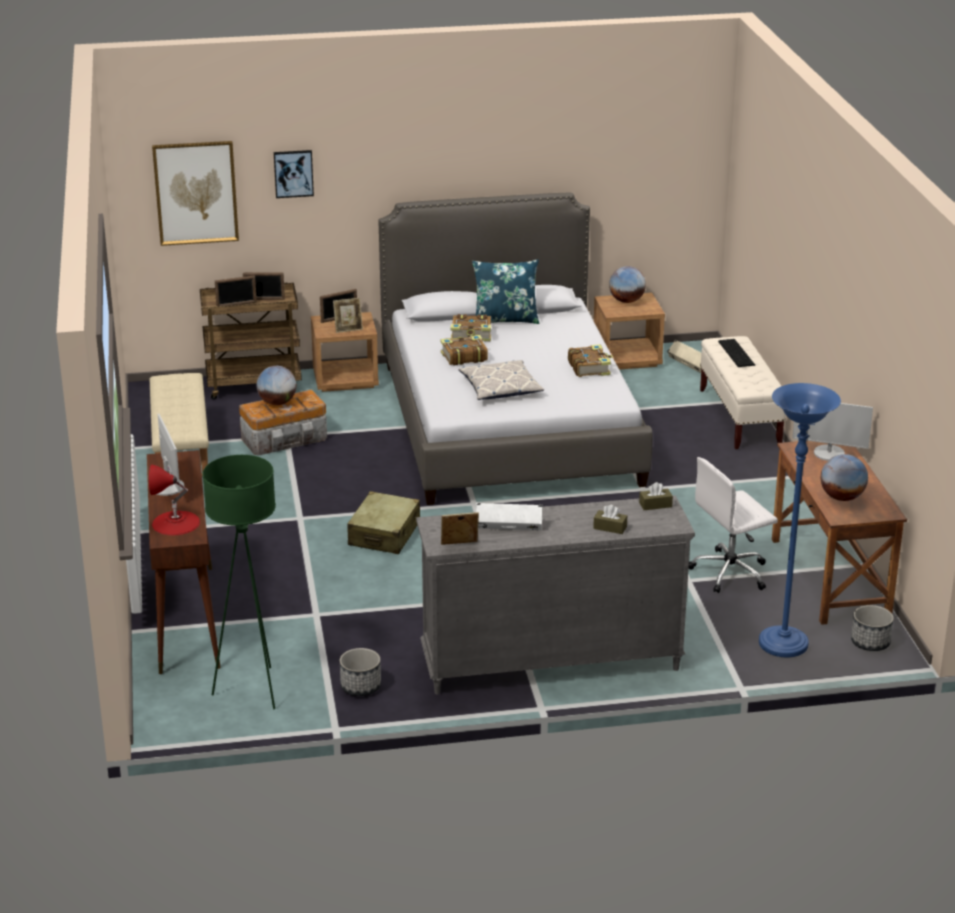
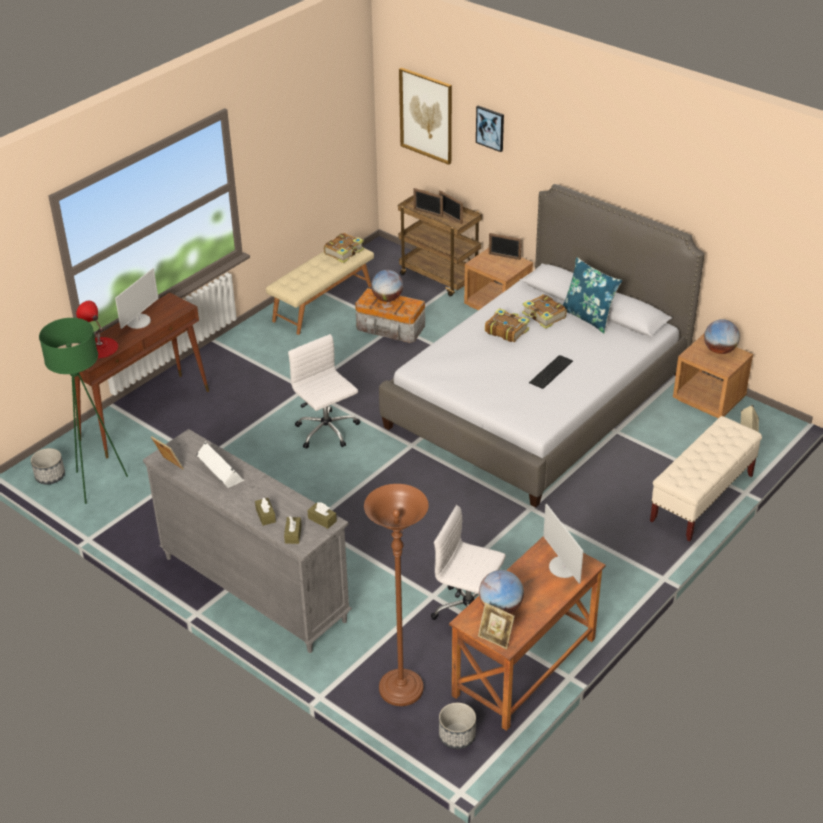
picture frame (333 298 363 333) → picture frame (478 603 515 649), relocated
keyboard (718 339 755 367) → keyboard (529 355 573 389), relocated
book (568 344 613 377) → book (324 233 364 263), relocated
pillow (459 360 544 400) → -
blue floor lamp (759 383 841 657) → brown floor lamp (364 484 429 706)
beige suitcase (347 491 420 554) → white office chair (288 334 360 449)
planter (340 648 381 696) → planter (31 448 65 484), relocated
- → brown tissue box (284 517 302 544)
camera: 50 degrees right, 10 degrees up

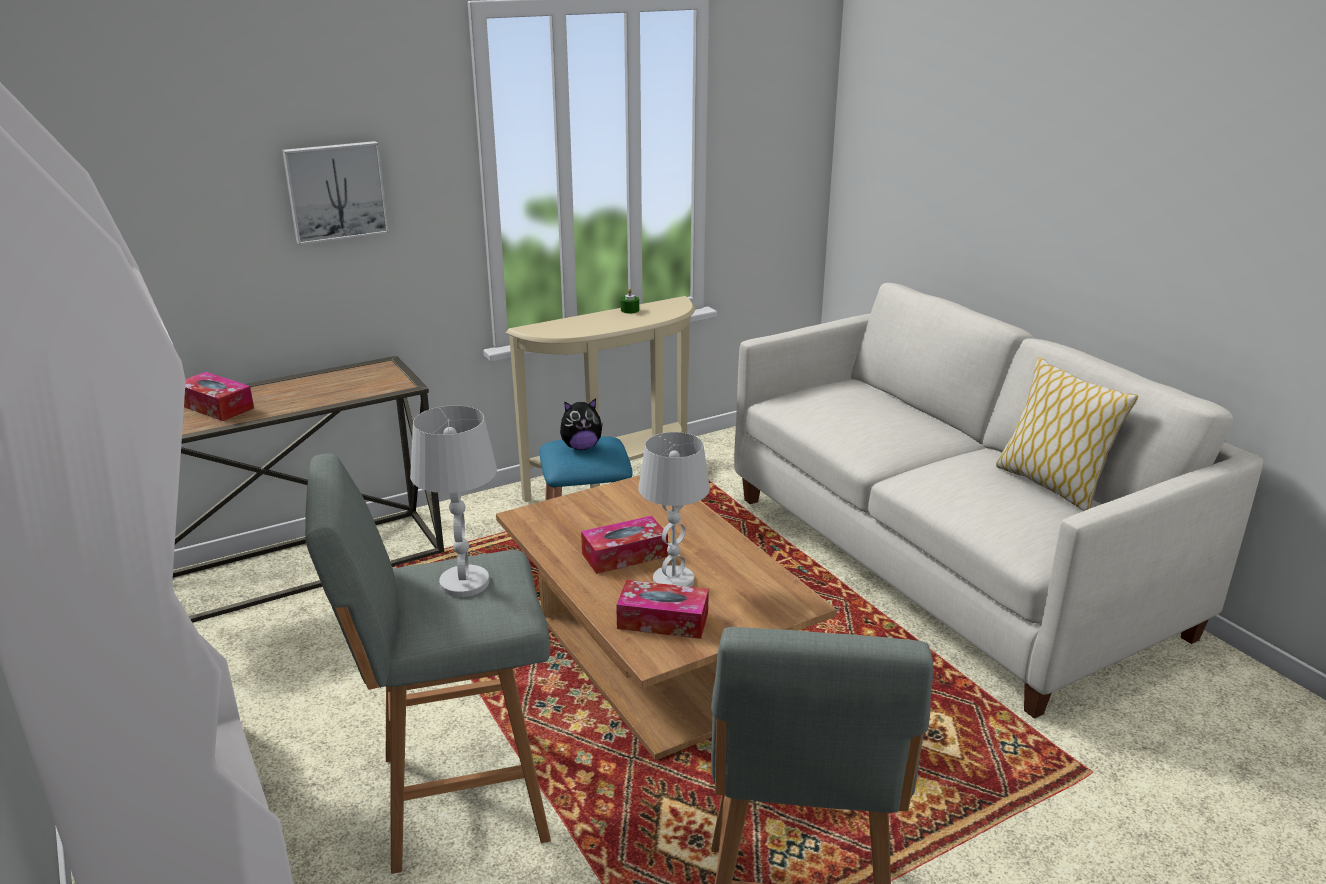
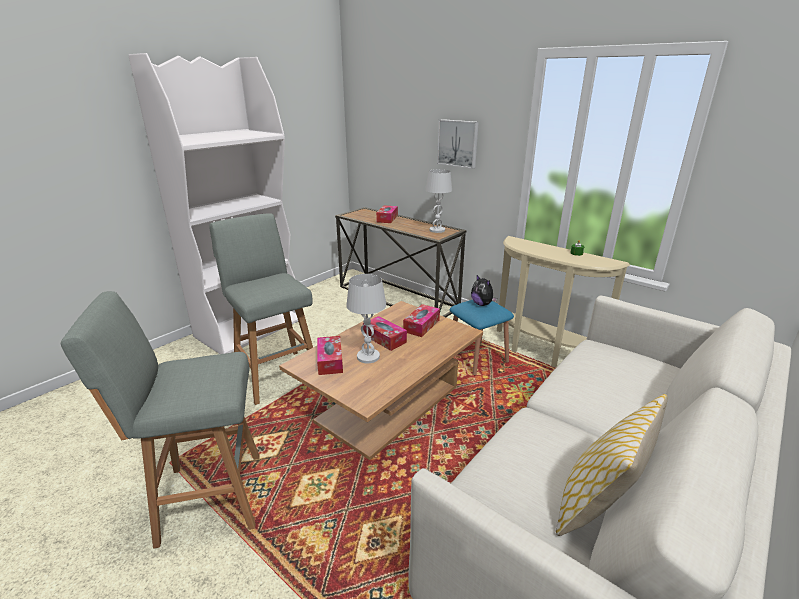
white table lamp (410 406 497 597) → white table lamp (425 169 452 233), relocated
- → tissue box (403 304 440 337)
camera: 70 degrees right, 0 degrees up

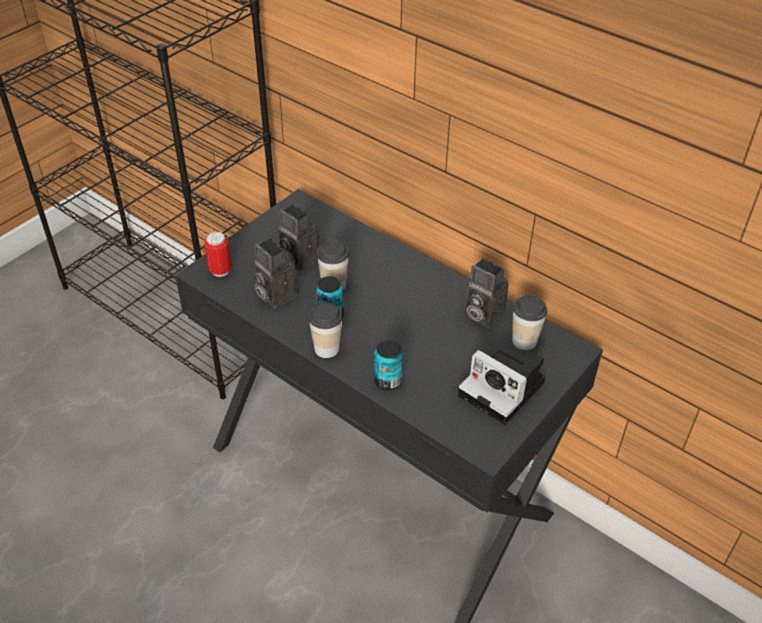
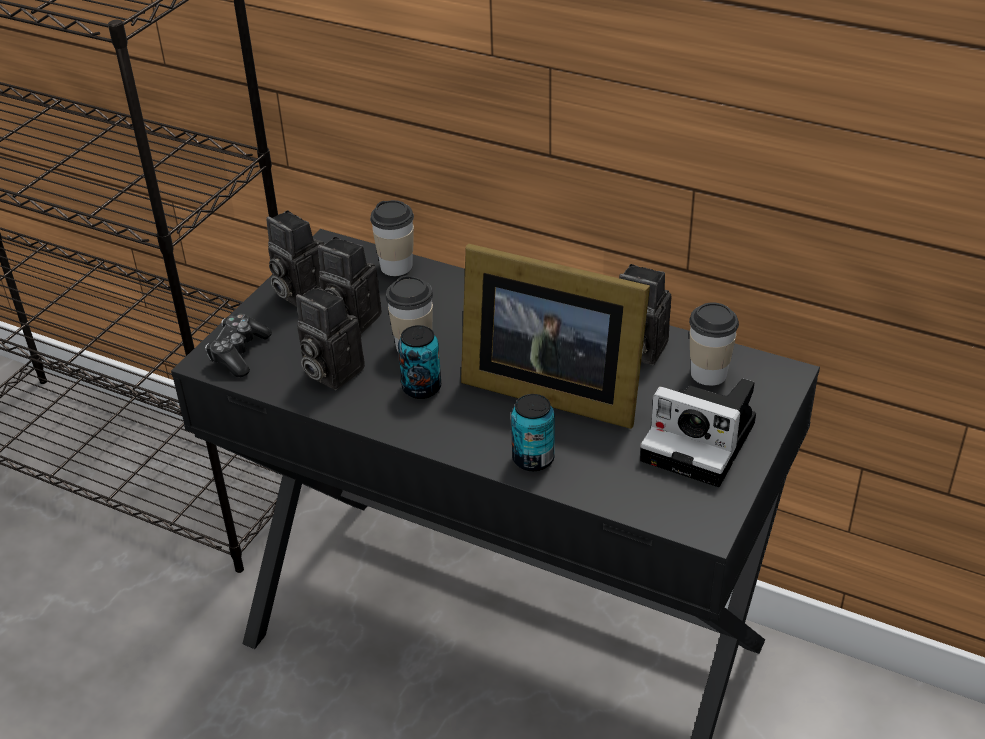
can (204 232 232 277) → game controller (205 313 272 377)
cup (308 302 343 358) → cup (370 200 414 276), relocated
- → photo camera (266 210 324 307)
- → picture frame (461 244 650 429)
camera: 10 degrees left, 5 degrees down

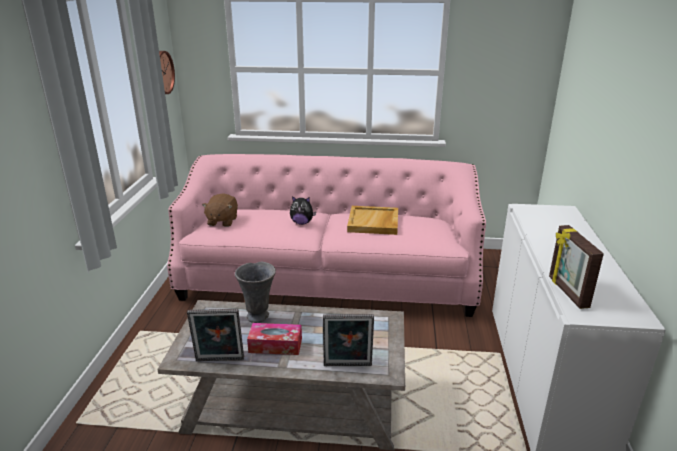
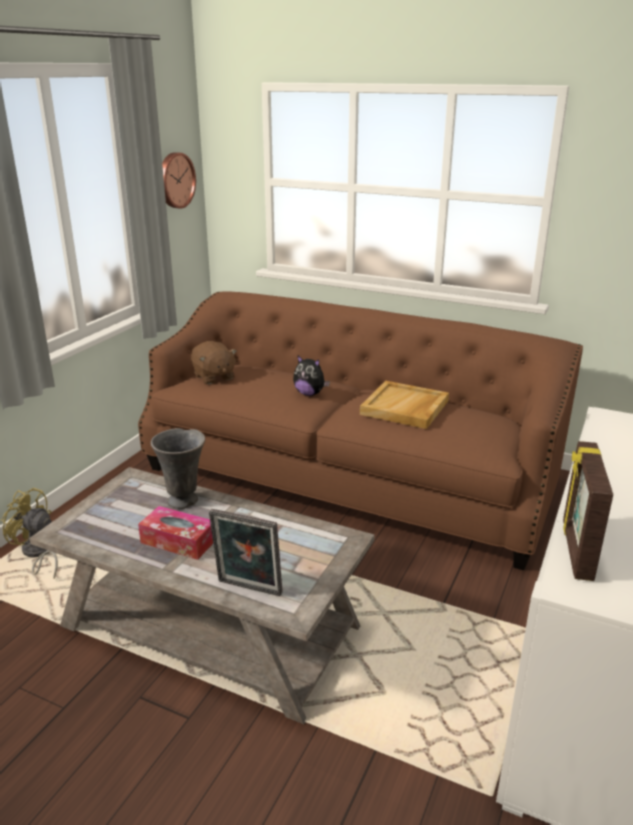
pink sofa (167 154 486 317) → brown sofa (138 291 583 570)
brown plush toy (202 193 238 227) → brown plush toy (191 341 237 385), 60 degrees counterclockwise
picture frame (187 309 244 361) → -
- → yellow fan (1 488 58 579)
camera: 20 degrees right, 0 degrees up

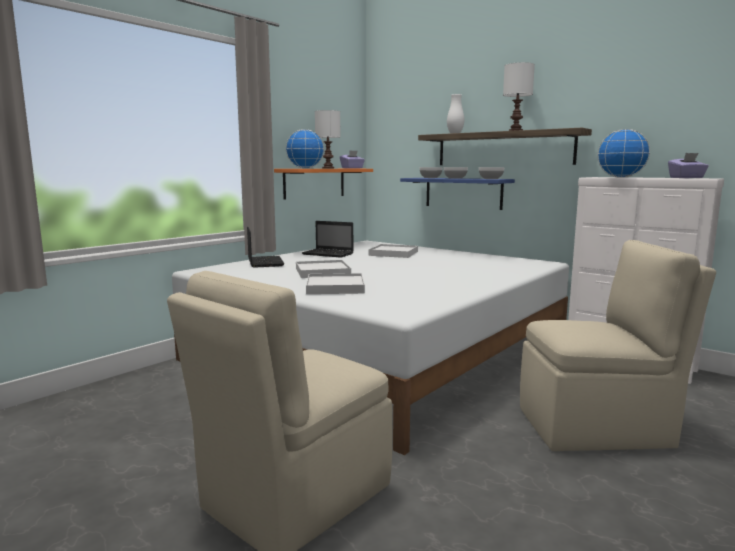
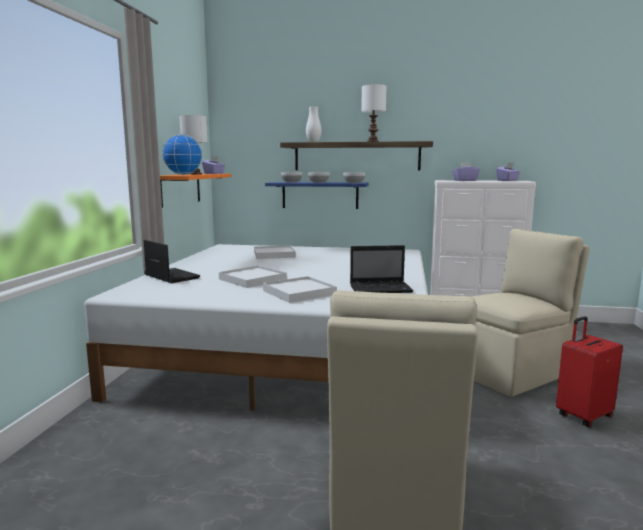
globe (597 129 650 178) → purple tissue box (452 163 480 181)
laptop (302 221 354 258) → laptop (350 245 414 293), relocated
- → red suitcase (556 316 623 428)
camera: 30 degrees left, 0 degrees up

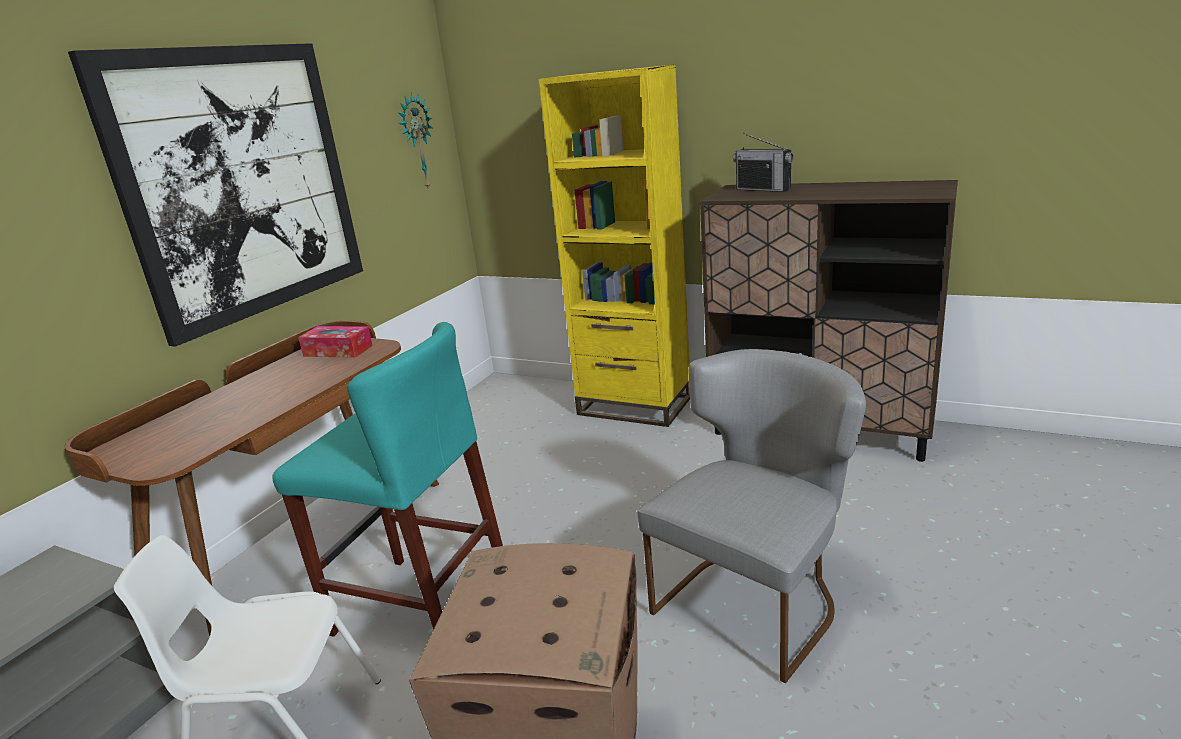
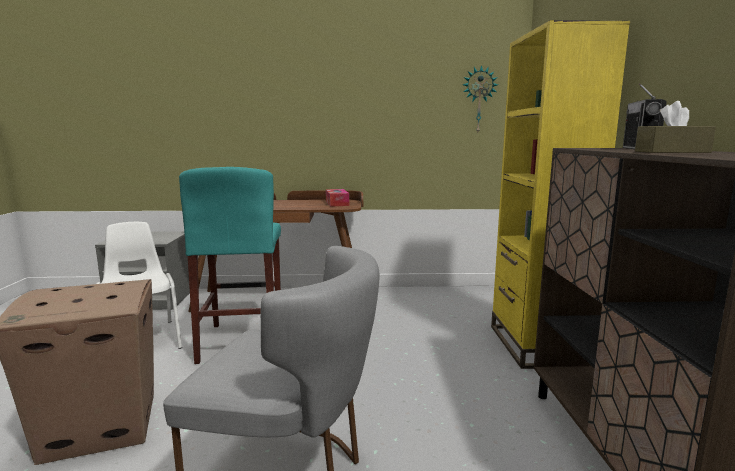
picture (68 43 363 347) → -
- → brown tissue box (635 101 716 153)
camera: 60 degrees right, 10 degrees down

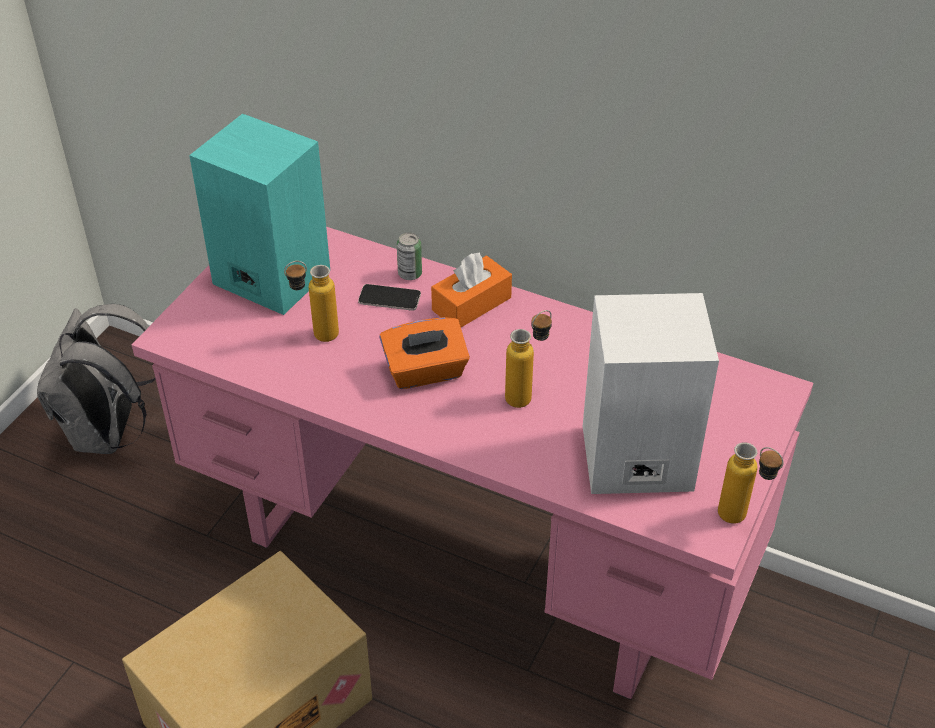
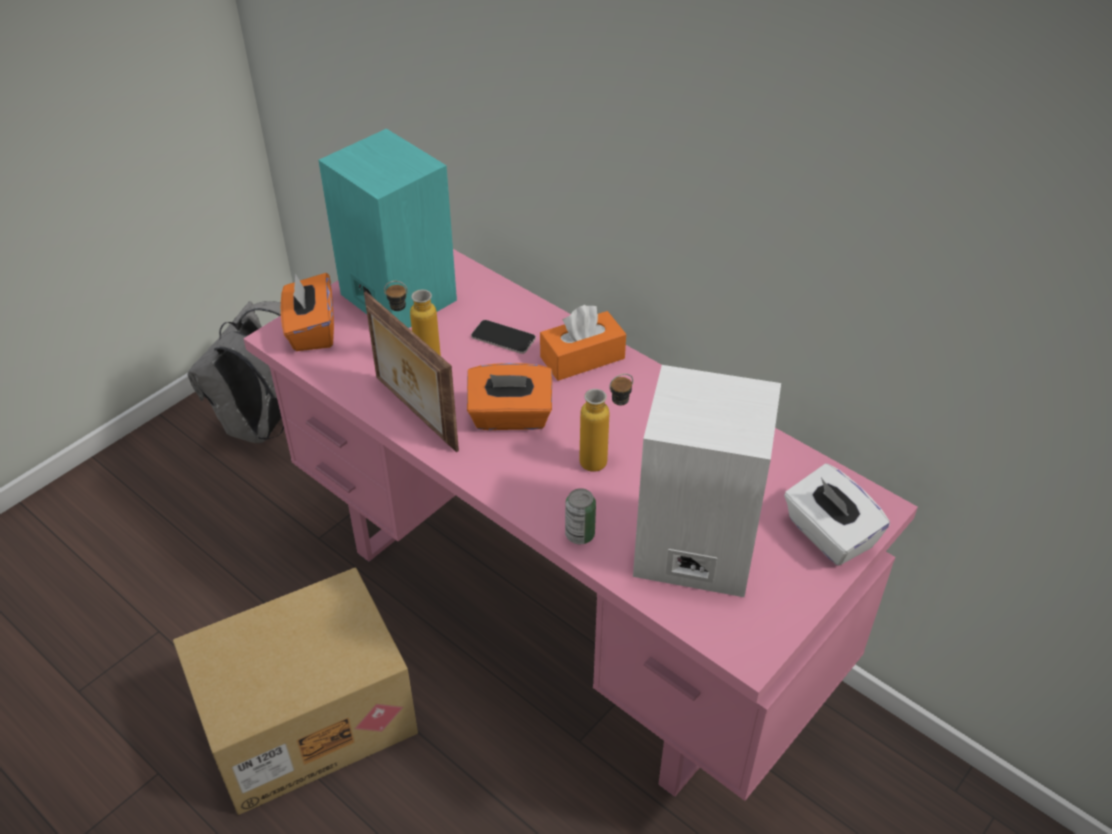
can (397 232 422 280) → can (565 488 596 544), relocated
bottle (718 442 784 524) → -
- → orange tissue box (281 273 334 351)
- → picture frame (364 291 459 452)
- → white tissue box (784 464 890 566)
camera: 15 degrees right, 0 degrees up

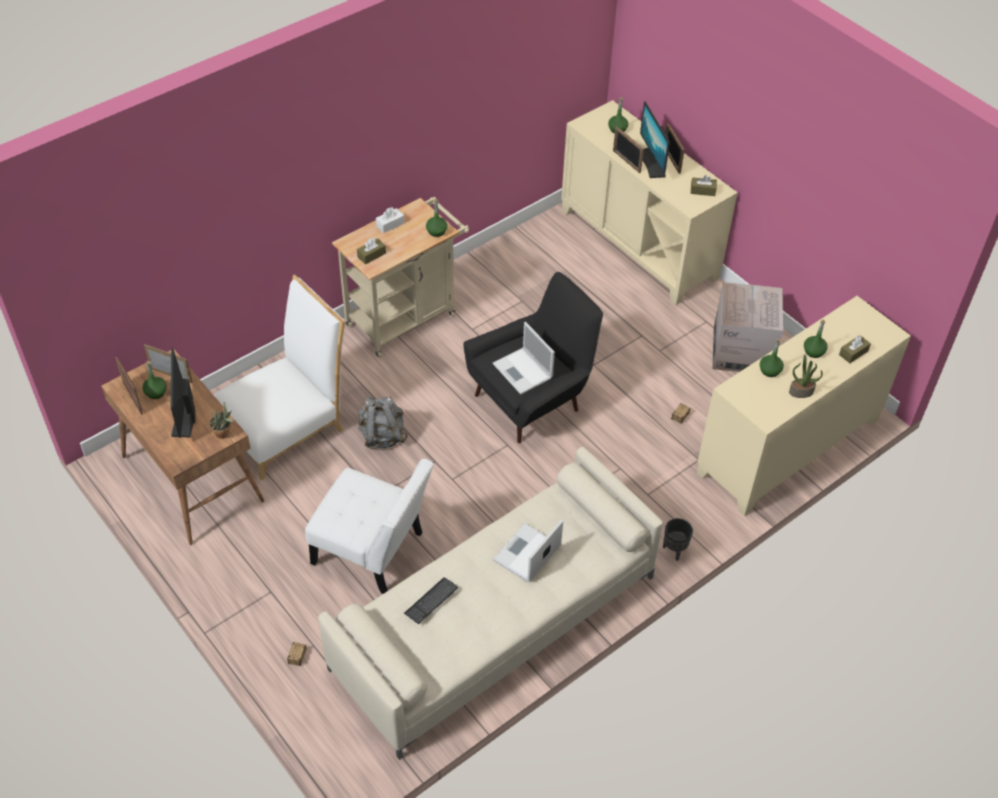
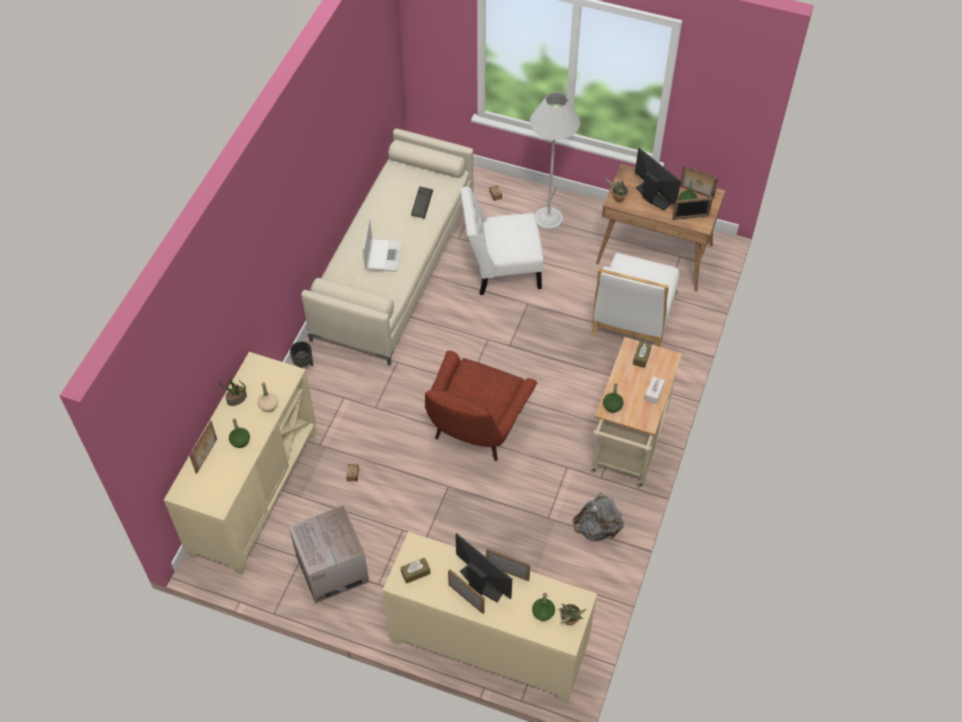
black armchair (463 272 603 443) → red armchair (425 351 537 461)
laptop (492 322 555 395) → -
brown tissue box (839 335 871 363) → picture frame (189 420 217 474)
green bottle (760 339 784 377) → beige bottle (257 382 278 412)
grey backpack (358 396 407 449) → grey backpack (573 493 624 540), relocated
- → white floor lamp (530 92 580 230)
- → potted plant (559 604 587 625)
camera: 150 degrees right, 5 degrees up

